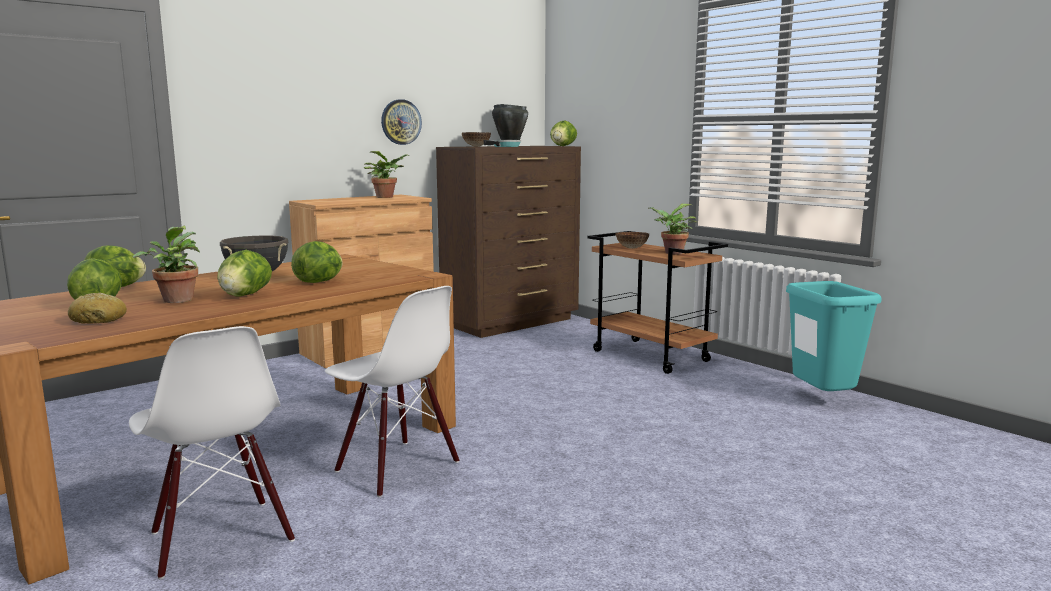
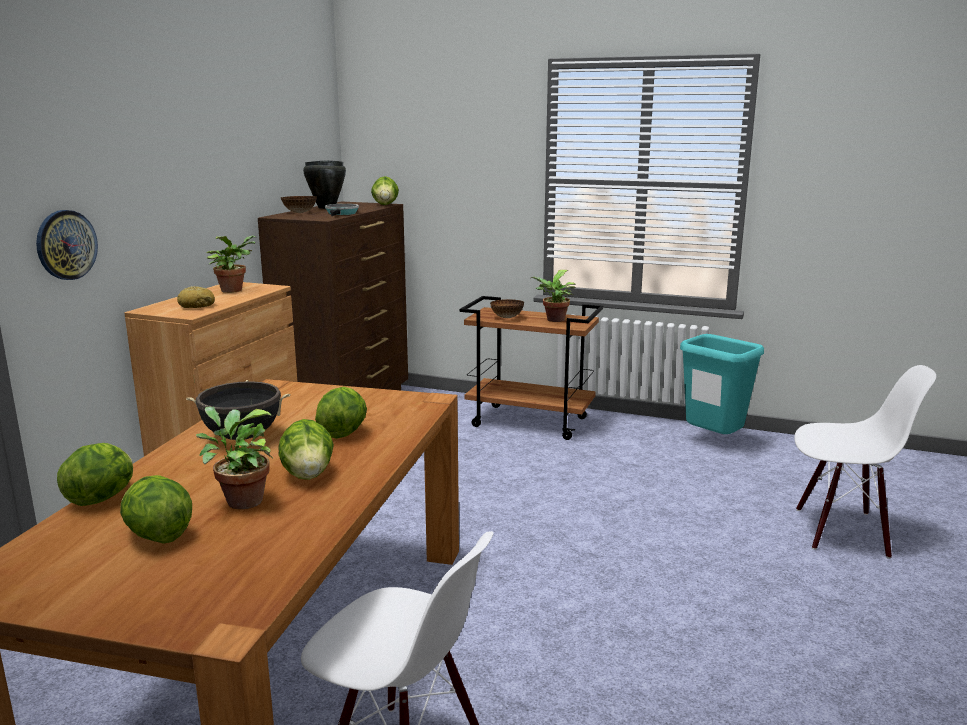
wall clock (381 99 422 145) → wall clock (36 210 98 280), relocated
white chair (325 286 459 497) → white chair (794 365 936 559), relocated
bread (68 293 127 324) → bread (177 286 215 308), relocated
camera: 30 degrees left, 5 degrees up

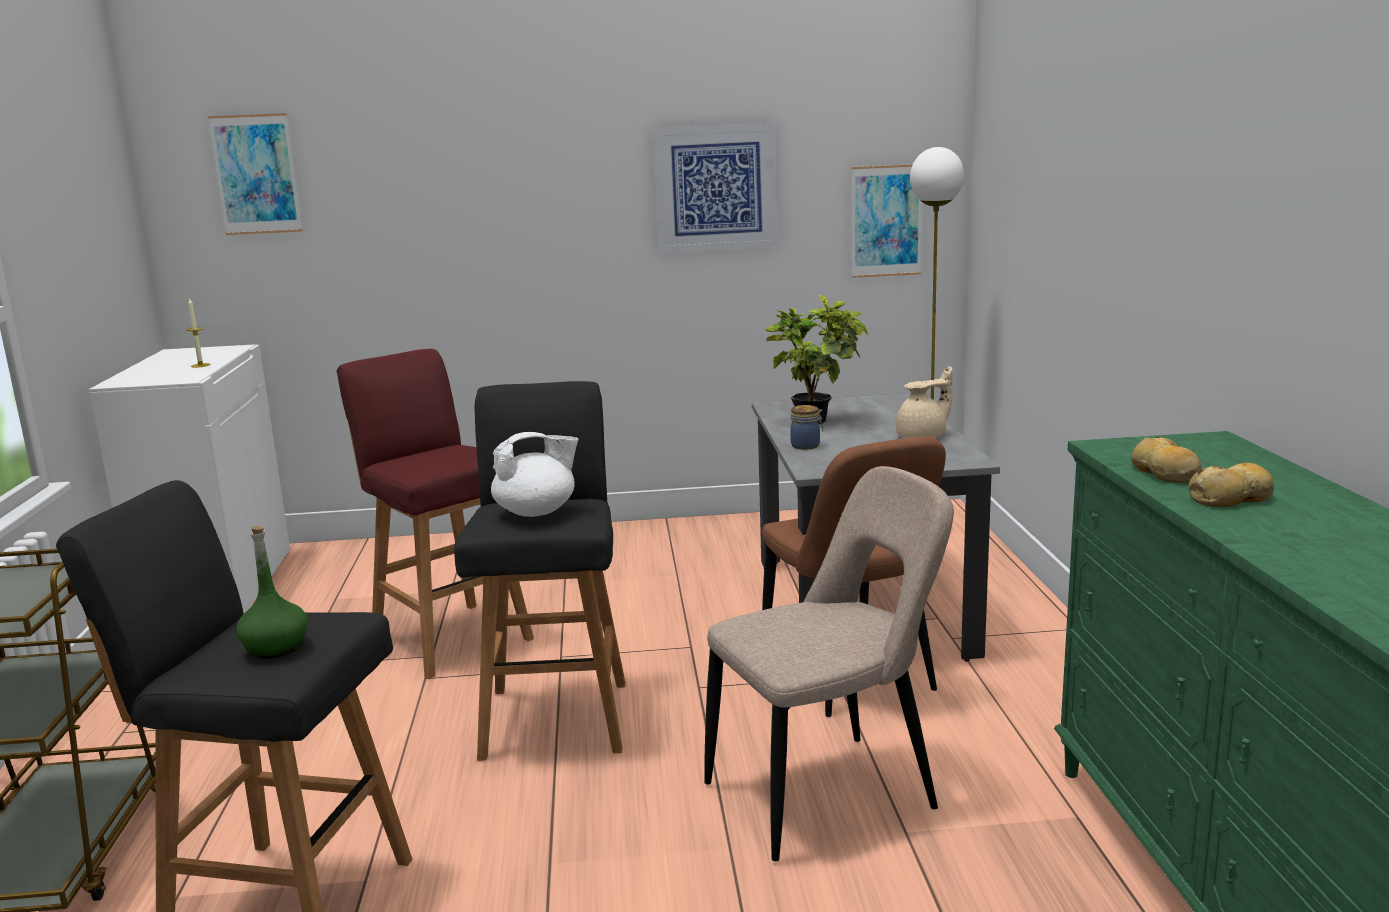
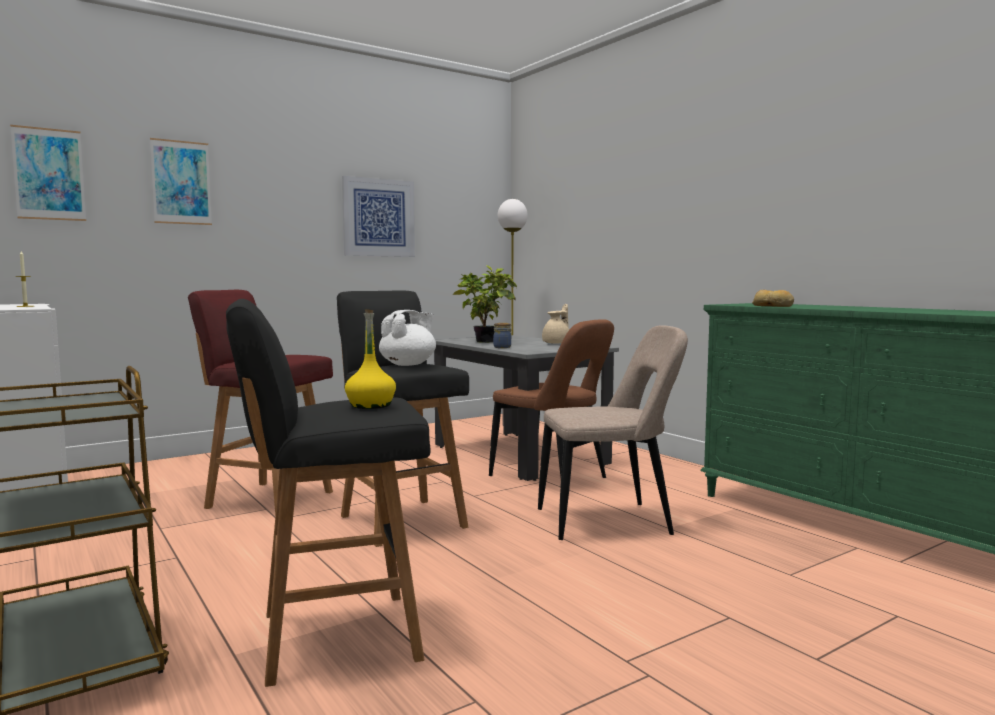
picture (852 164 922 278) → picture (150 138 212 225), relocated
bread (1189 462 1274 507) → -
beige chair (704 466 954 861) → beige chair (538 325 688 540), 45 degrees clockwise
green bottle (236 526 308 659) → yellow bottle (345 309 396 409)
camera: 30 degrees left, 10 degrees down

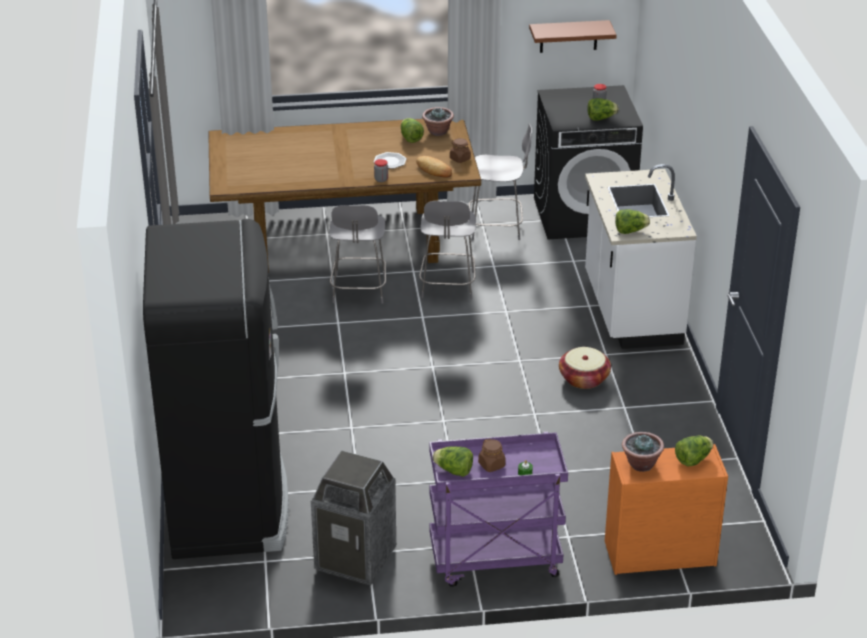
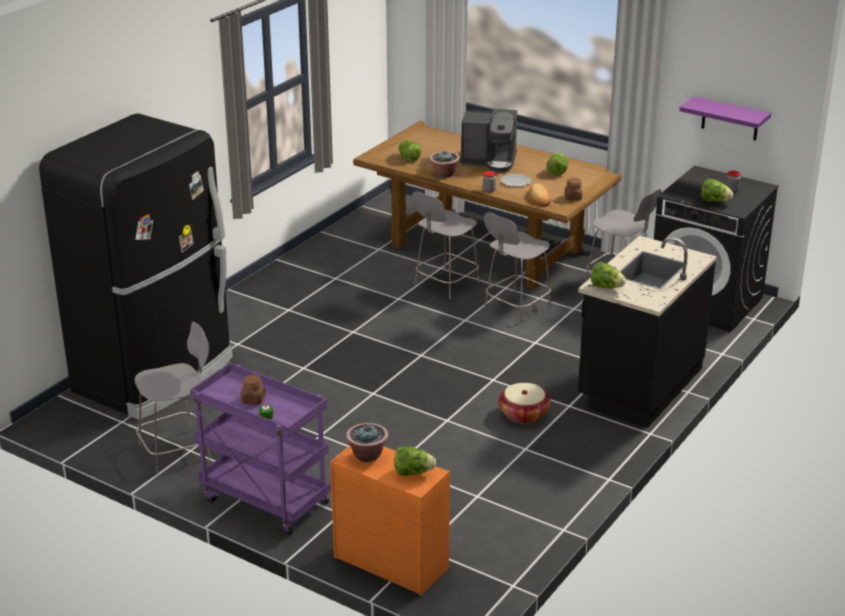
brown shelf (529 20 617 53) → purple shelf (679 96 771 141)
potted plant (422 107 454 136) → potted plant (430 151 460 178), relocated
white counter (585 164 697 349) → black counter (578 236 717 428)
lettuce (432 446 473 477) → lettuce (399 140 422 162), relocated
trash can (311 450 396 586) → grey chair (135 322 211 474)
- → coffee machine (460 109 517 173)
camera: 40 degrees right, 5 degrees down

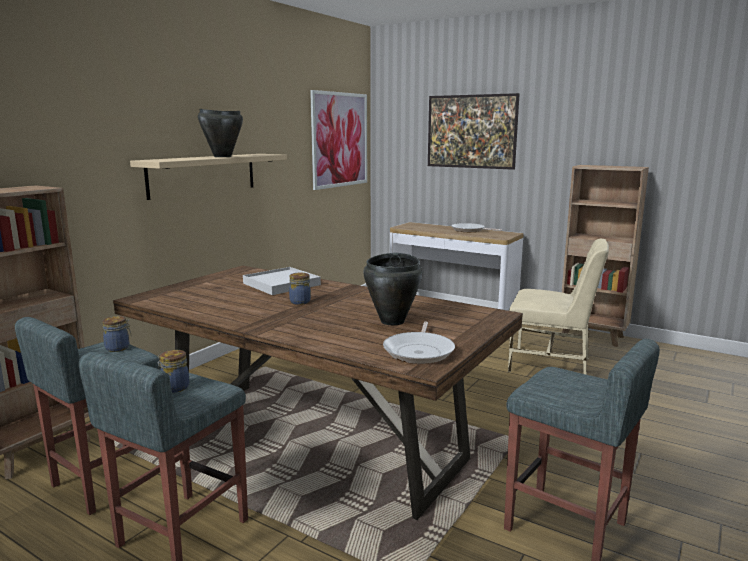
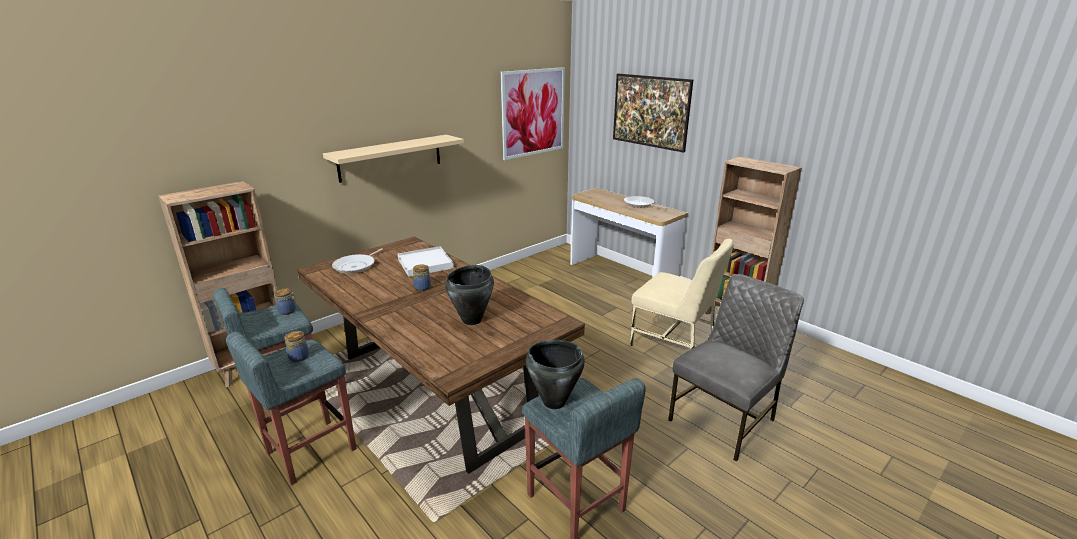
black cooking pot (198 109 243 157) → black cooking pot (526 340 585 409), relocated
frying pan (383 322 455 364) → frying pan (332 248 383 274), relocated
- → grey chair (668 274 804 461)
camera: 15 degrees right, 10 degrees up

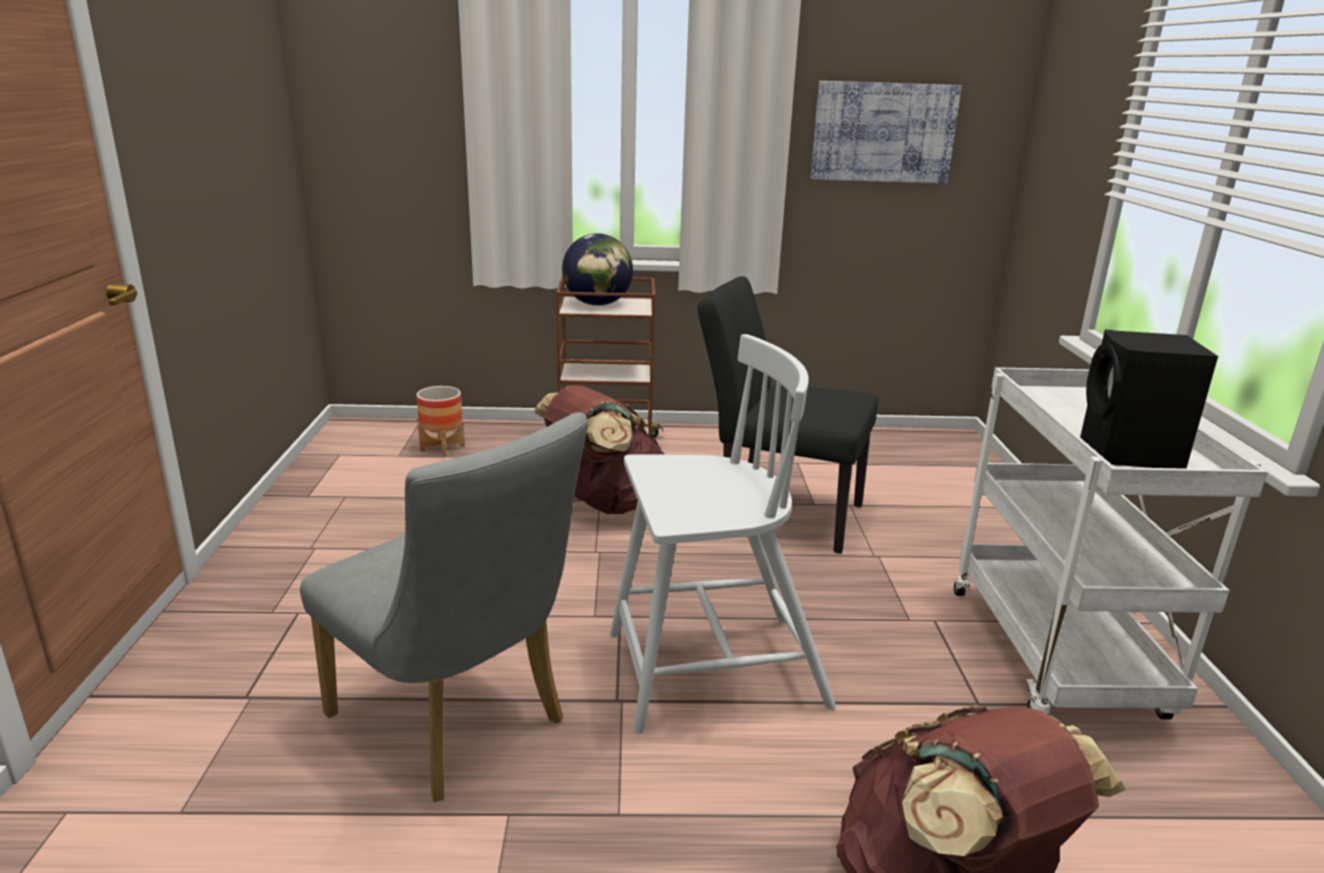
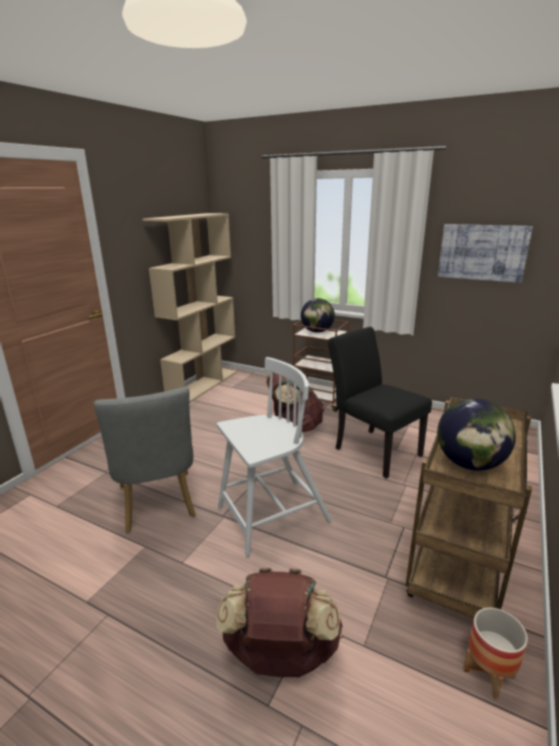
black speaker (1080 329 1218 469) → globe (437 398 516 471)
white chair (610 334 836 734) → white chair (217 357 332 557), 45 degrees counterclockwise
white cart (954 367 1268 720) → brown cart (406 397 532 618)
planter (416 386 465 457) → planter (463 607 528 699), relocated
- → beige bookcase (143 213 237 403)
camera: 30 degrees right, 0 degrees up

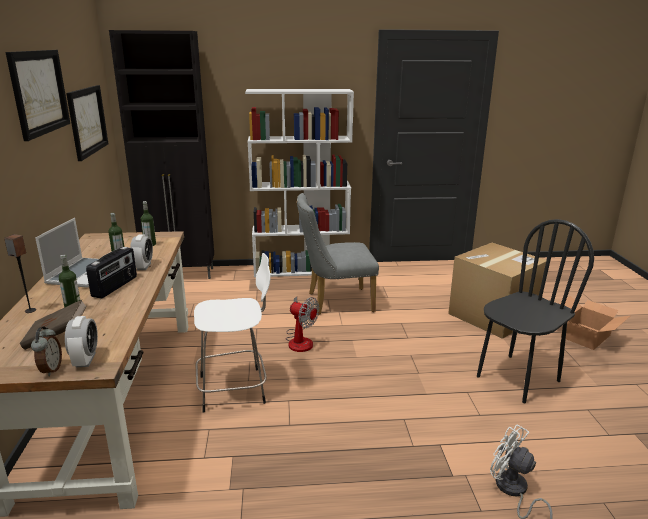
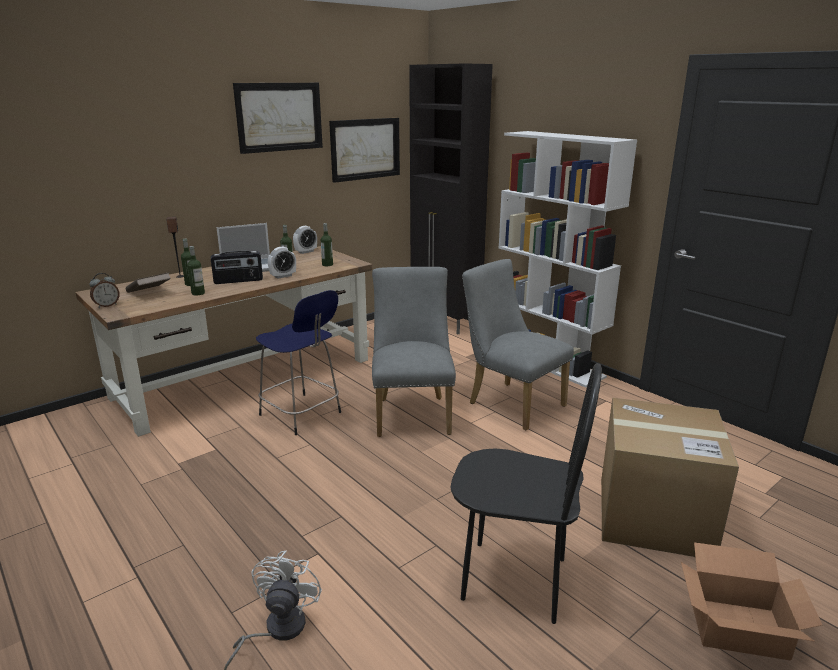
white stool (194 253 270 413) → blue stool (256 290 341 435)
fan (286 297 319 352) → grey chair (372 267 456 437)
alarm clock (65 316 98 367) → alarm clock (293 226 317 254), relocated
- → bottle (187 246 205 296)
camera: 55 degrees right, 0 degrees up

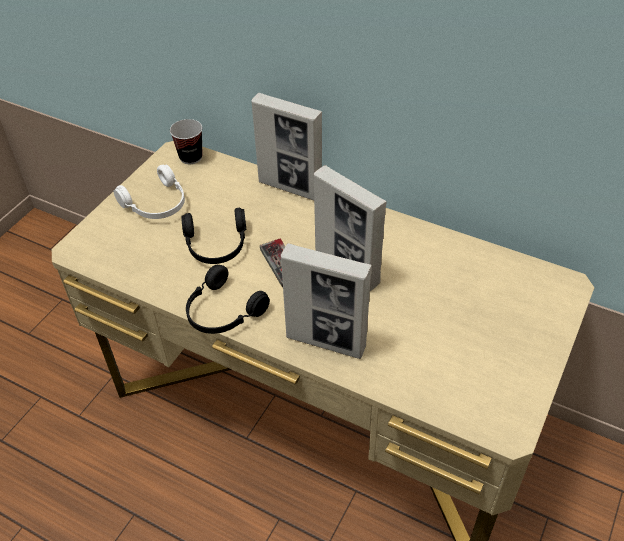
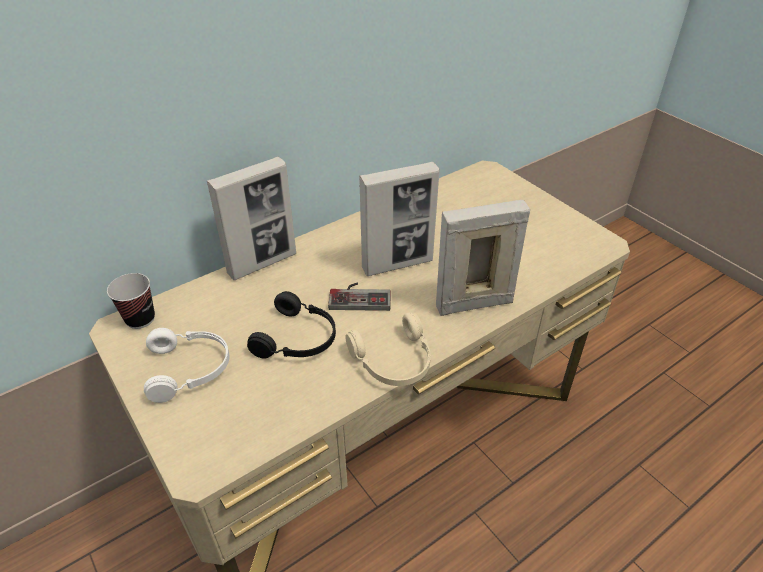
picture frame (281 243 372 359) → picture frame (436 200 530 316), 150 degrees counterclockwise
black headphones (186 265 270 334) → beige headphones (346 312 431 386)
camera: 65 degrees left, 5 degrees down

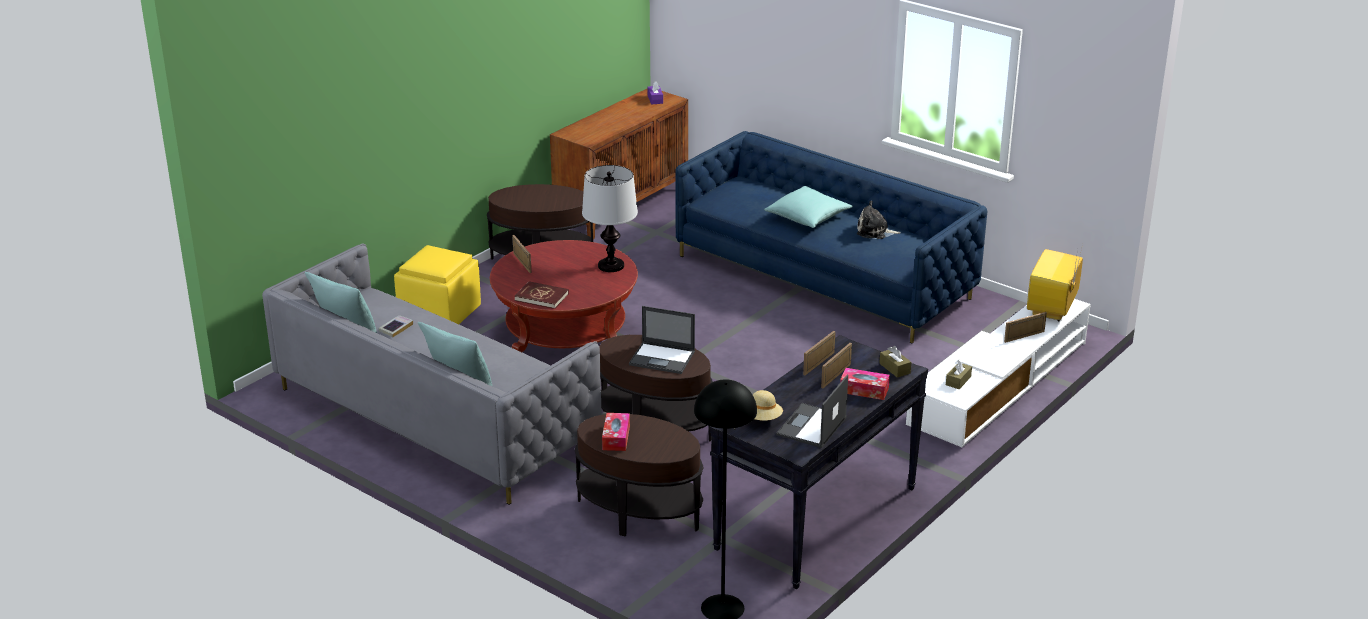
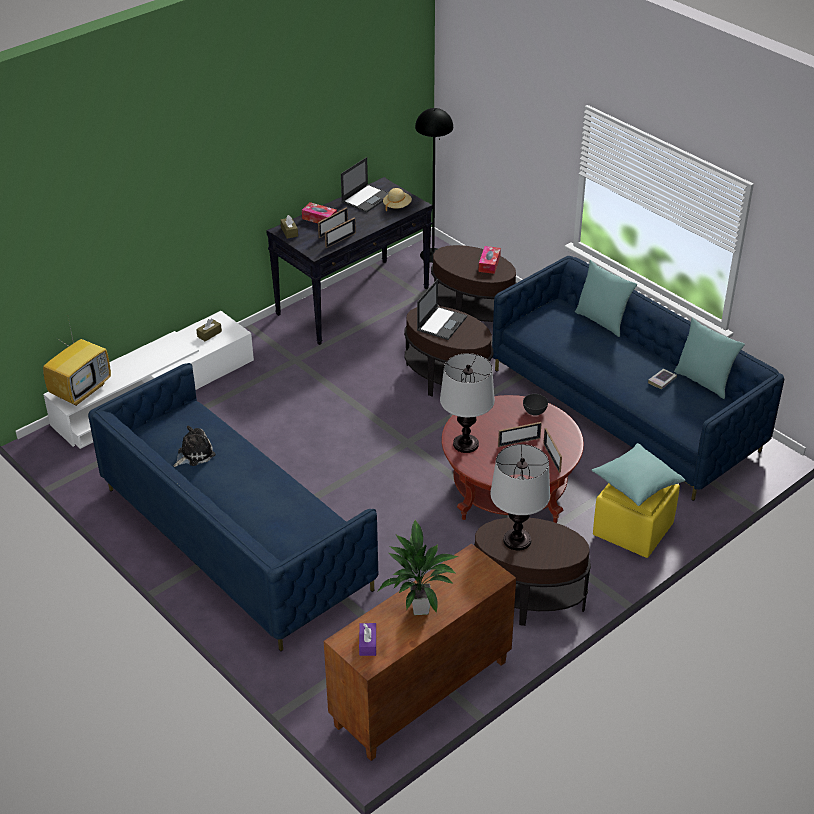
turquoise pillow (764 186 853 228) → turquoise pillow (592 443 685 506), relocated
plush toy (857 201 901 239) → plush toy (174 426 216 467), 60 degrees counterclockwise
grey sofa (262 244 602 505) → blue sofa (492 256 785 501)
red book (515 281 569 309) → grey bowl (523 394 548 416)
laptop (629 306 695 374) → laptop (417 279 467 340), 90 degrees clockwise
picture frame (1004 312 1047 343) → picture frame (498 422 542 447), relocated
- → table lamp (490 444 550 550)
- → potted plant (377 520 459 615)
camera: 170 degrees left, 10 degrees up

